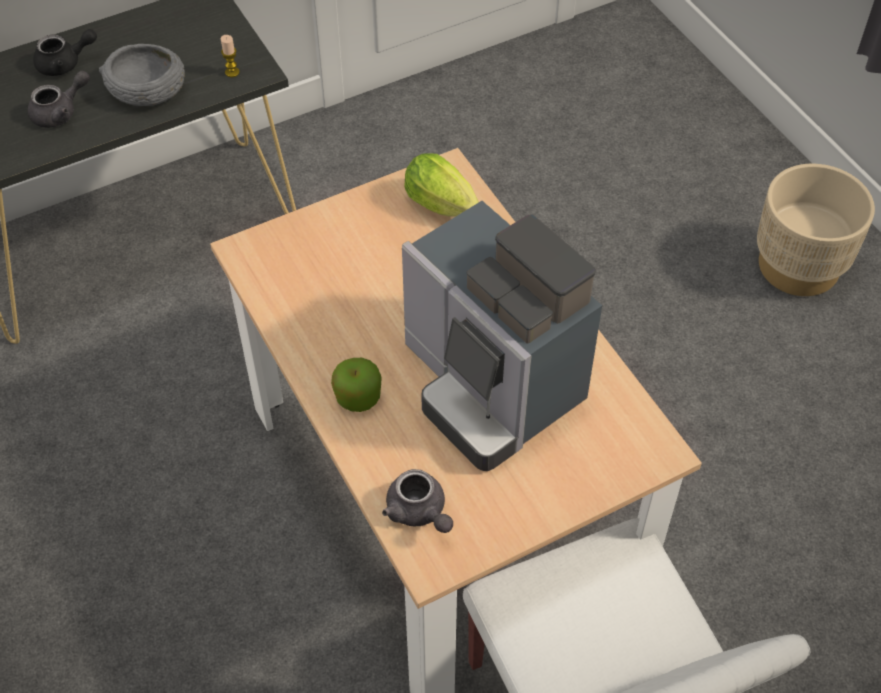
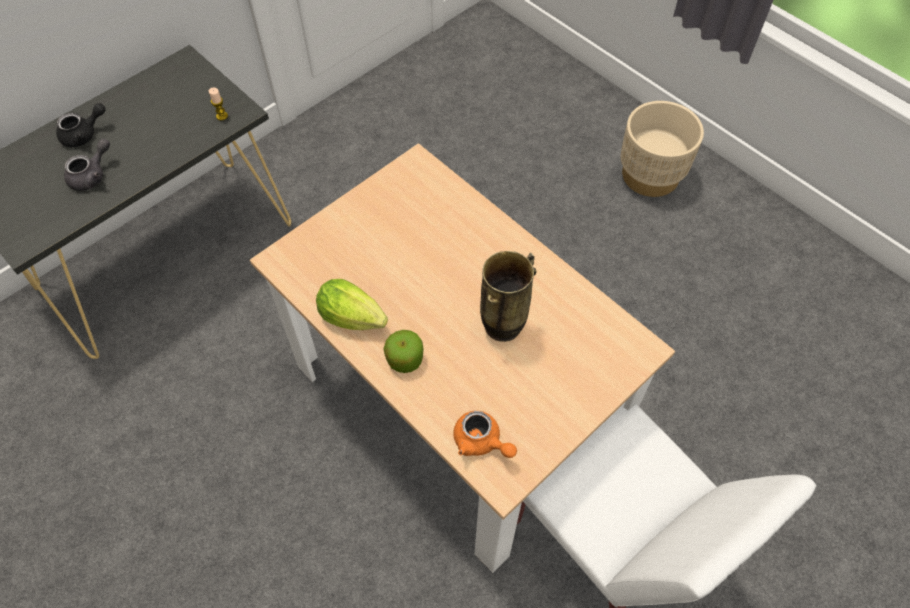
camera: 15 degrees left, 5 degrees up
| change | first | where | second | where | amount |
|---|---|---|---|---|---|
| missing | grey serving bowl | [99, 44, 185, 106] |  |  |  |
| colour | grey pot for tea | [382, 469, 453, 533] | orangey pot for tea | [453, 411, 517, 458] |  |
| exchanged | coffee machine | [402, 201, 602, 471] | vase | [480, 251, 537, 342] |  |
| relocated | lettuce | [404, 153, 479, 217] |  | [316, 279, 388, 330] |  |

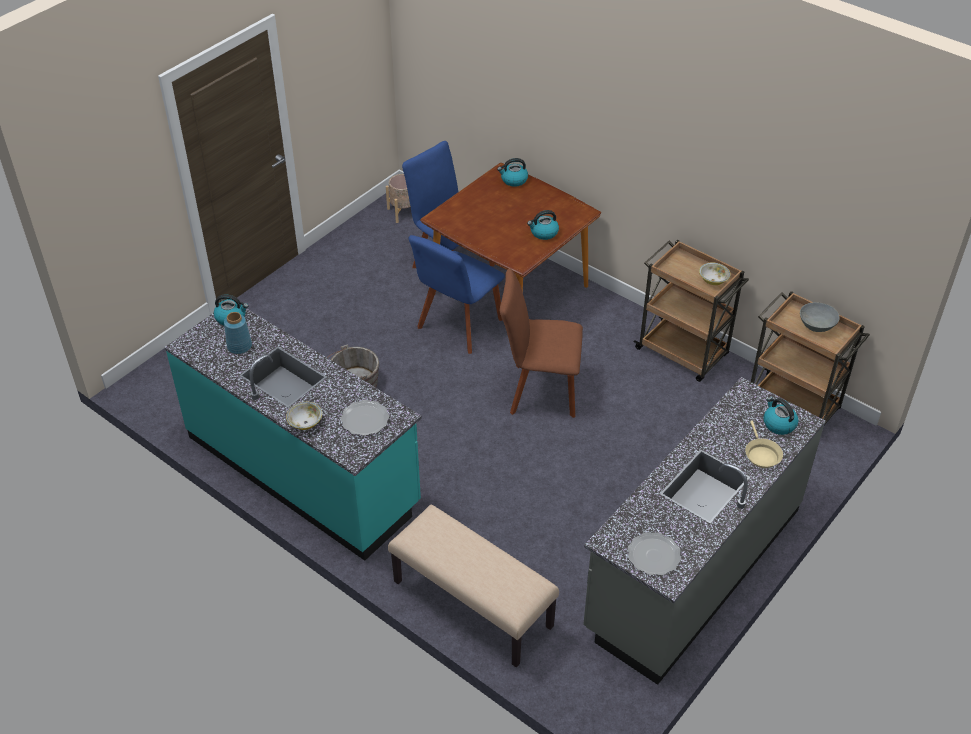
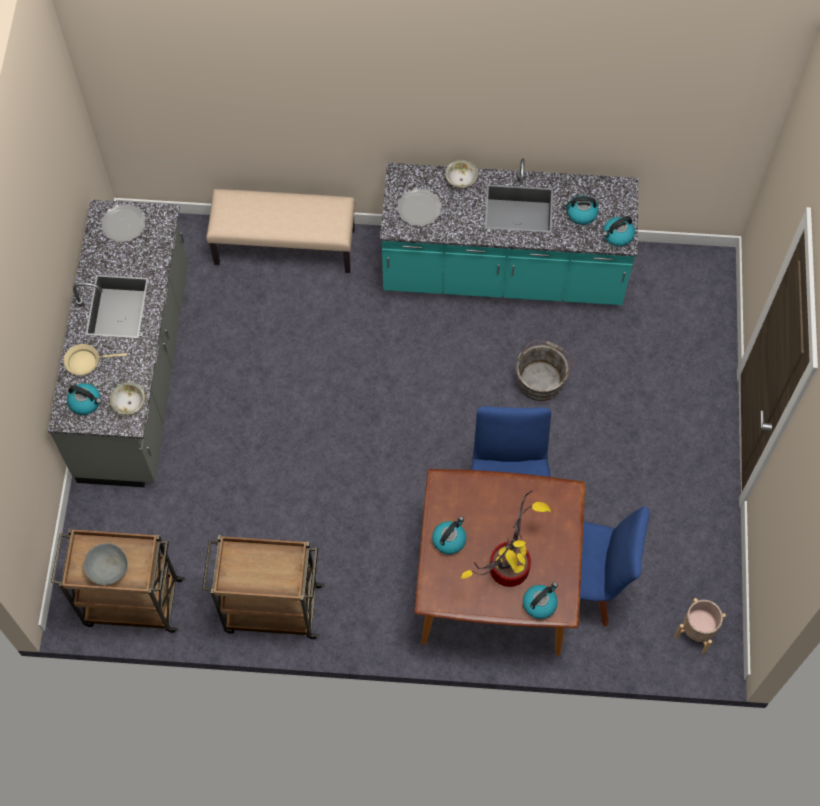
camera: 145 degrees right, 20 degrees up
| change | first | where | second | where | amount |
|---|---|---|---|---|---|
| exchanged | blue vase | [224, 312, 252, 354] | tea kettle | [563, 195, 599, 225] |  |
| missing | brownish upright chair | [500, 269, 583, 418] |  |  |  |
| relocated | serving bowl | [699, 263, 731, 285] |  | [110, 382, 145, 415] |  |
| spun | sand-coloured pan | [745, 421, 783, 468] |  | [64, 344, 127, 375] | 60 degrees counterclockwise |
| appeared |  |  | plant in a pot | [460, 490, 551, 587] |  |

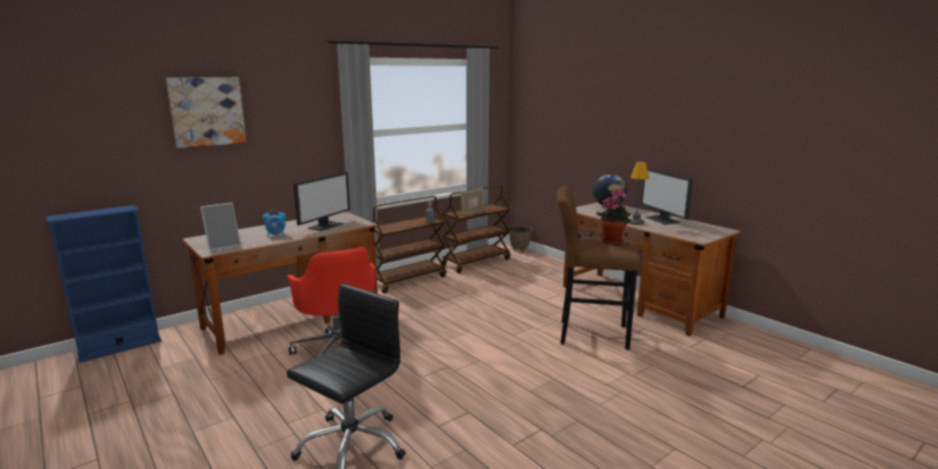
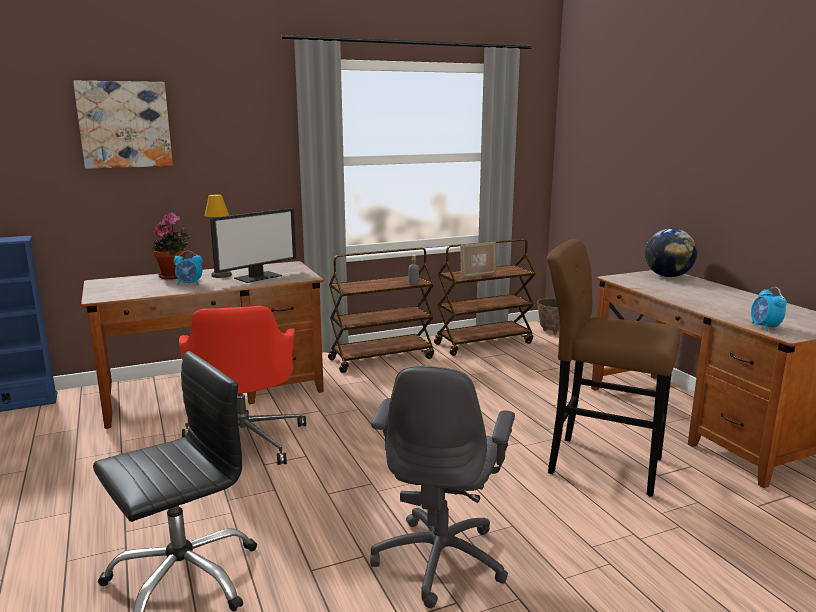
camera: 15 degrees right, 0 degrees up
| change | first | where | second | where | amount |
|---|---|---|---|---|---|
| missing | photo frame | [200, 203, 241, 251] |  |  |  |
| relocated | plant in a pot | [596, 188, 631, 245] |  | [152, 213, 190, 279] |  |
| relocated | tabletop lamp | [629, 162, 649, 225] |  | [204, 195, 232, 278] |  |
| missing | monitor | [641, 168, 693, 225] |  |  |  |
| appeared |  |  | grey office chair | [371, 366, 515, 608] |  |
| appeared |  |  | bedside clock | [751, 287, 787, 331] |  |

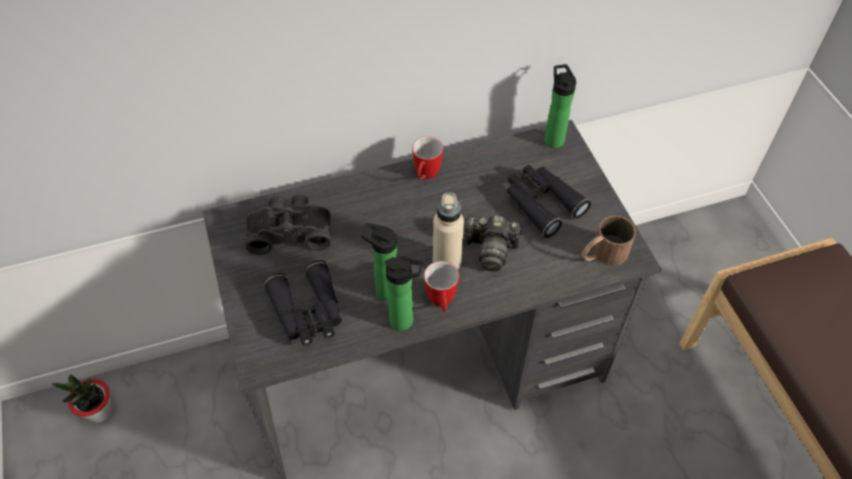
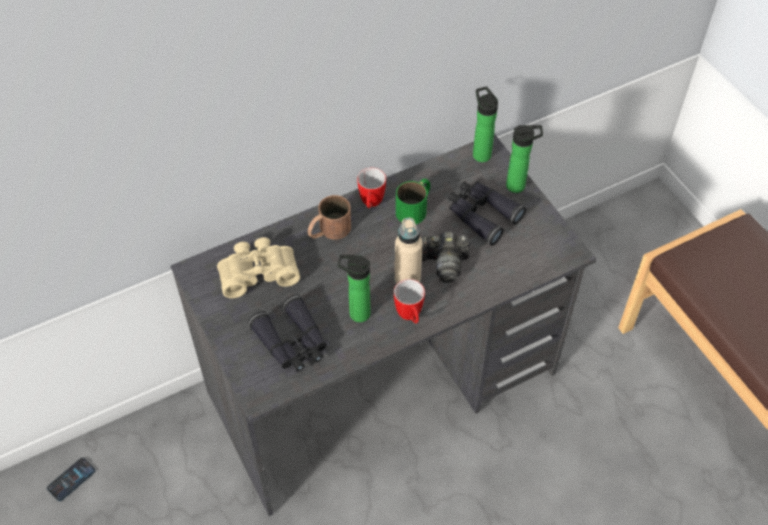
camera: 10 degrees left, 0 degrees up
| change | first | where | second | where | amount |
|---|---|---|---|---|---|
| exchanged | plant in a pot | [52, 374, 112, 423] | handset | [47, 458, 95, 501] |  |
| colour | black-coloured field glasses | [245, 194, 331, 255] | sand-coloured field glasses | [217, 237, 300, 298] |  |
| relocated | bottle | [385, 257, 422, 331] |  | [506, 125, 543, 193] |  |
| relocated | brownish tea mug | [582, 216, 636, 266] |  | [308, 195, 351, 239] |  |
| appeared |  |  | green tea mug | [396, 179, 430, 224] |  |

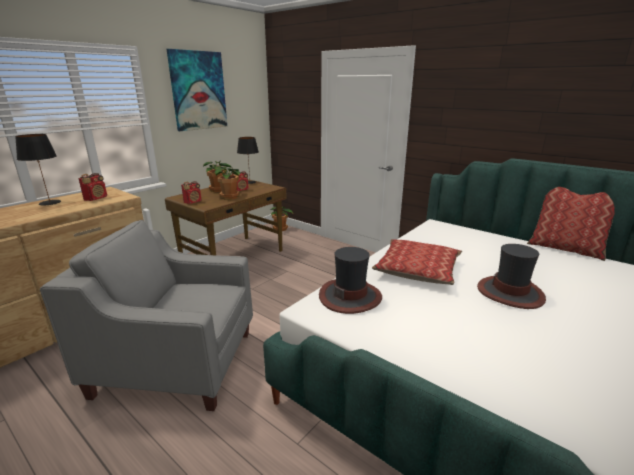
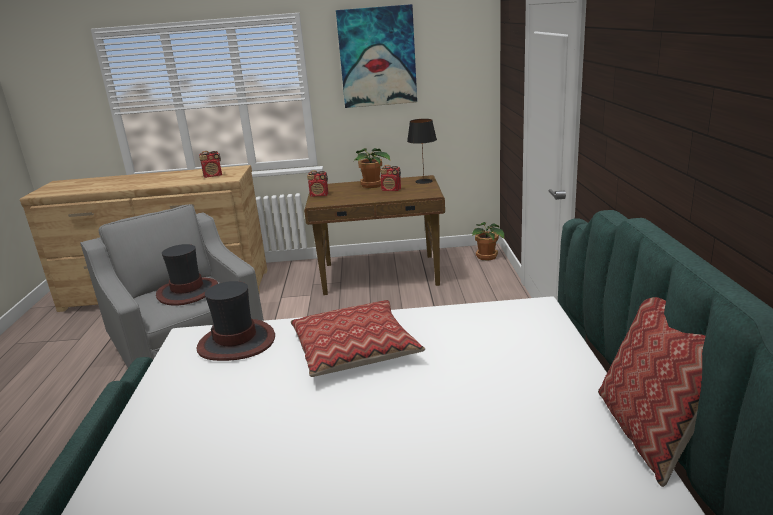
camera: 50 degrees right, 0 degrees up
| change | first | where | second | where | amount |
|---|---|---|---|---|---|
| missing | black-coloured tabletop lamp | [15, 134, 61, 205] |  |  |  |
| missing | plant in a pot | [215, 166, 240, 200] |  |  |  |
| relocated | hat | [477, 244, 546, 309] |  | [156, 244, 218, 306] |  |

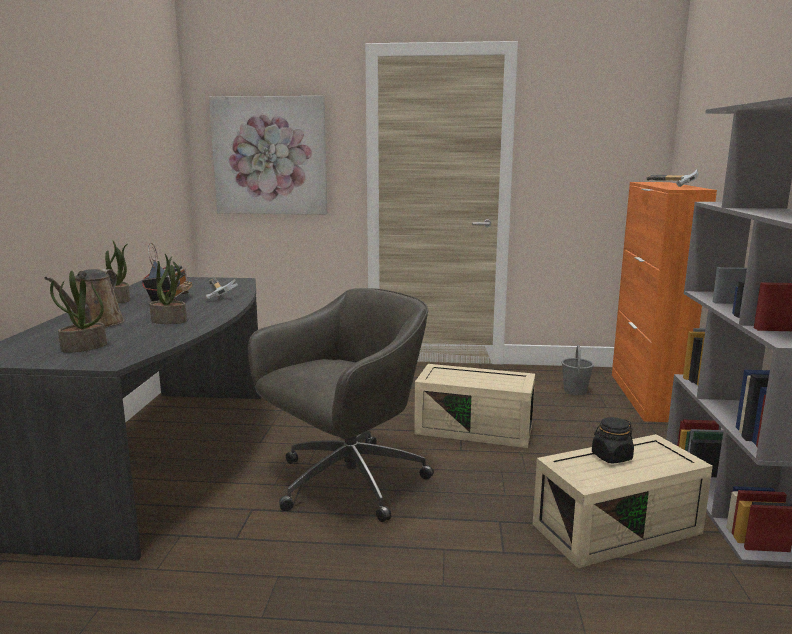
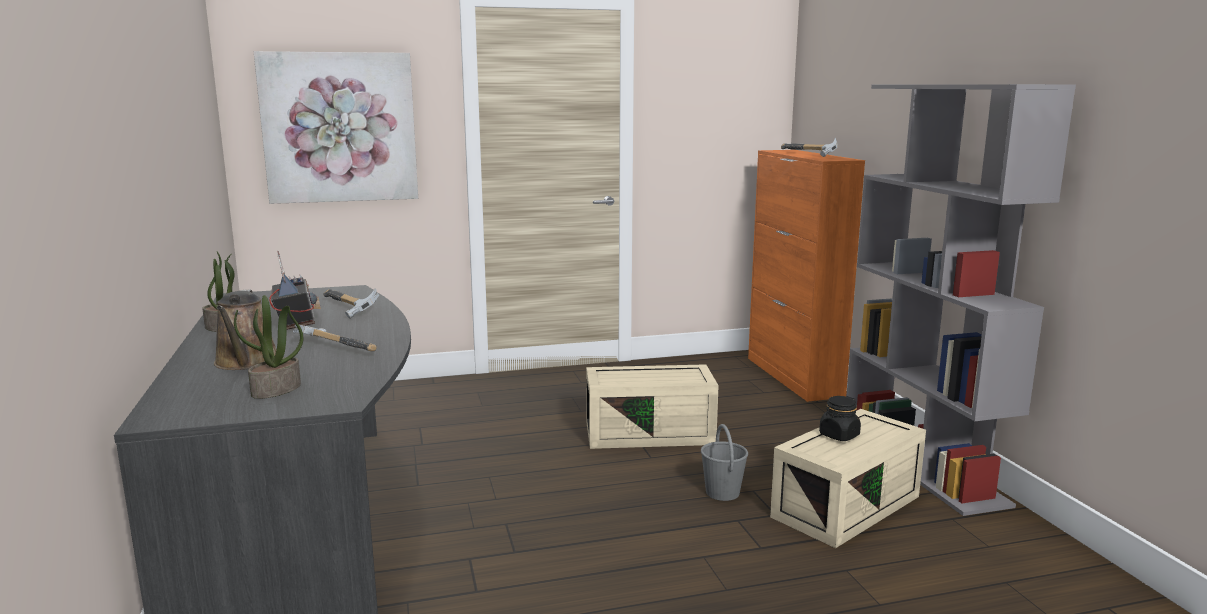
camera: 20 degrees left, 0 degrees up
| change | first | where | second | where | amount |
|---|---|---|---|---|---|
| exchanged | plant in a pot | [149, 254, 187, 324] | hand hammer | [293, 325, 377, 351] |  |
| missing | grey office chair | [248, 288, 434, 522] |  |  |  |
| relocated | grey water bucket | [561, 345, 594, 395] |  | [701, 424, 748, 501] |  |

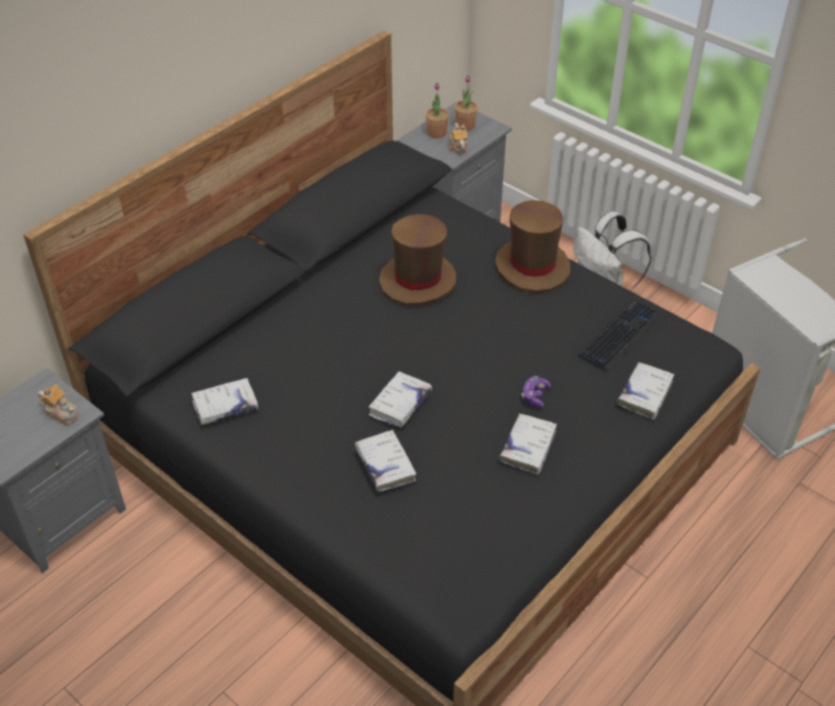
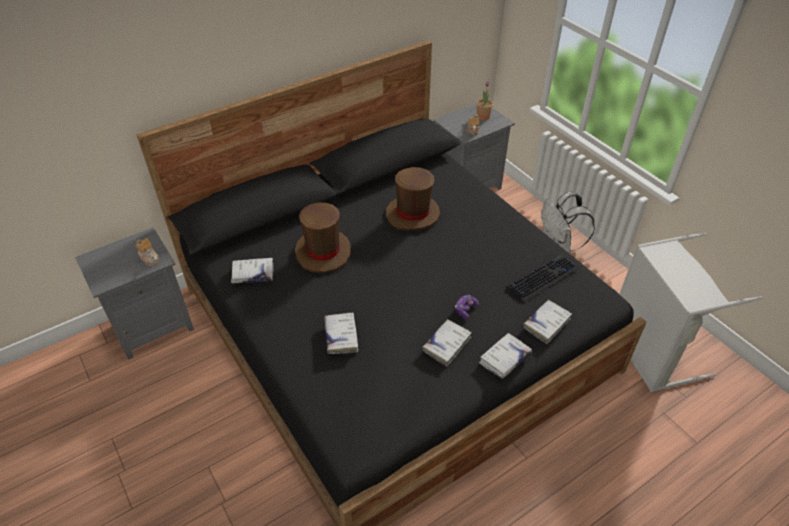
camera: 15 degrees right, 0 degrees up
| change | first | where | second | where | amount |
|---|---|---|---|---|---|
| relocated | whitish volume | [368, 371, 432, 428] |  | [479, 333, 532, 379] |  |
| missing | plant in a pot | [426, 83, 449, 138] |  |  |  |
| relocated | brownish hat | [495, 200, 570, 293] |  | [295, 202, 351, 273] |  |

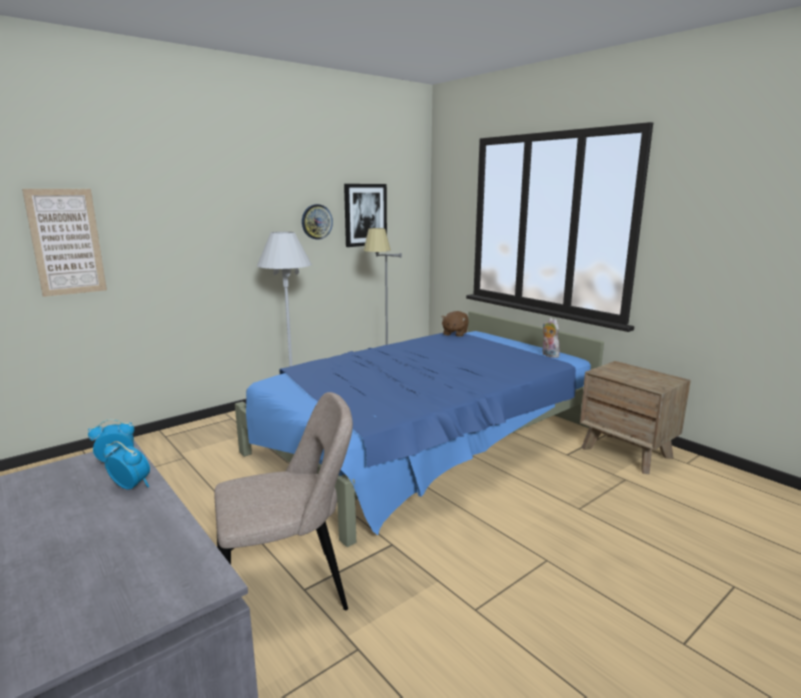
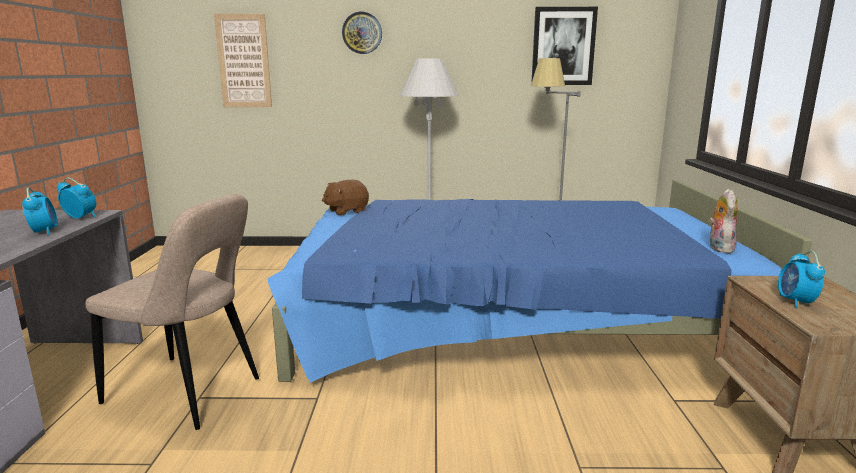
camera: 40 degrees right, 0 degrees up
| change | first | where | second | where | amount |
|---|---|---|---|---|---|
| relocated | wall clock | [302, 204, 333, 240] |  | [342, 12, 382, 54] |  |
| relocated | brownish cuddly toy | [441, 311, 469, 337] |  | [322, 180, 369, 215] |  |
| appeared |  |  | bedside clock | [778, 251, 825, 308] |  |

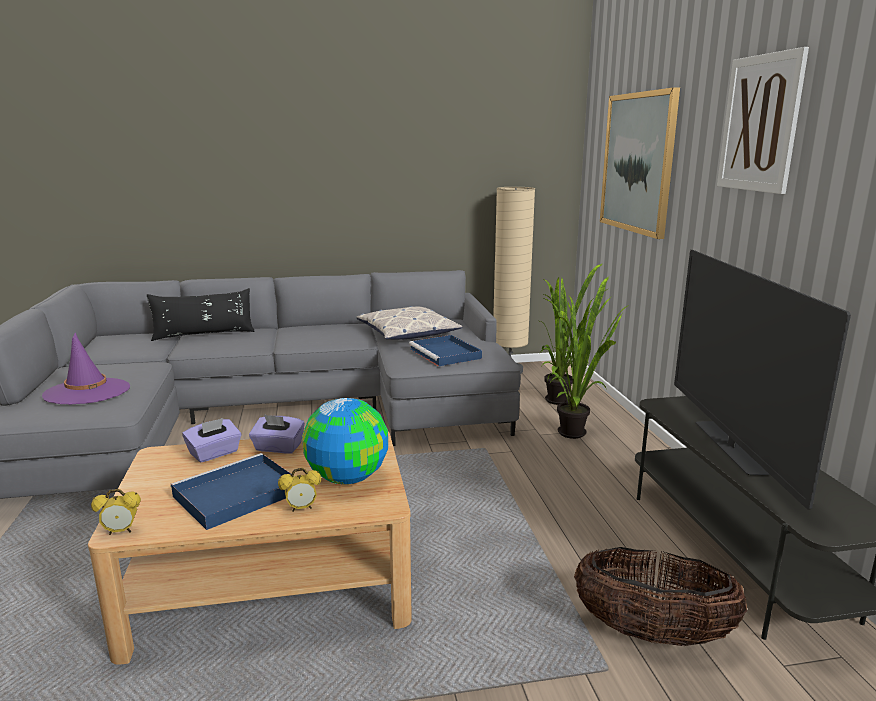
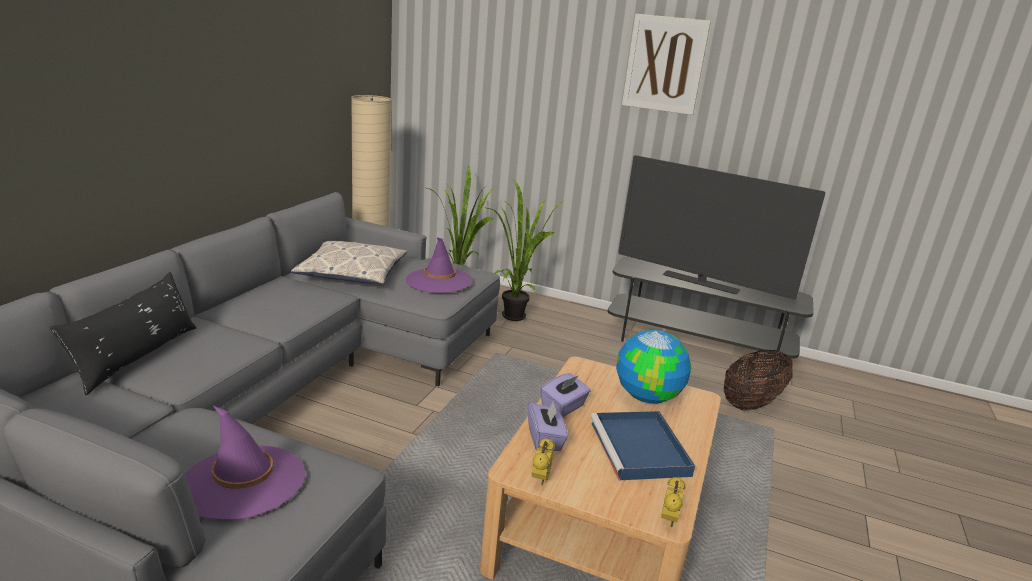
camera: 60 degrees left, 5 degrees up
| change | first | where | second | where | amount |
|---|---|---|---|---|---|
| relocated | bedside clock | [278, 468, 321, 512] |  | [532, 438, 555, 485] |  |
| exchanged | blue serving tray | [409, 335, 482, 367] | purplish hat | [406, 238, 473, 293] |  |
| missing | wall art | [600, 87, 680, 239] |  |  |  |

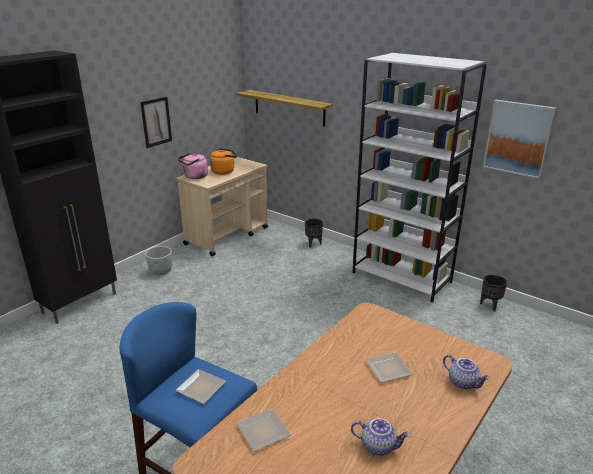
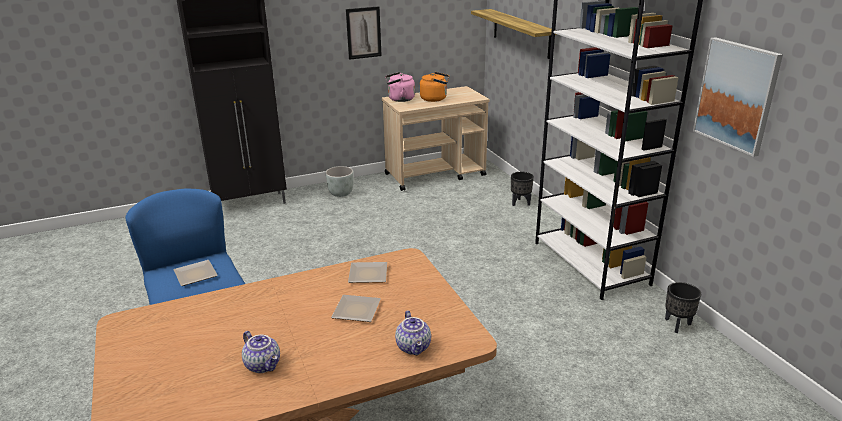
camera: 30 degrees right, 0 degrees up
| change | first | where | second | where | amount |
|---|---|---|---|---|---|
| relocated | dinner plate | [236, 408, 291, 452] |  | [348, 262, 387, 283] |  |

